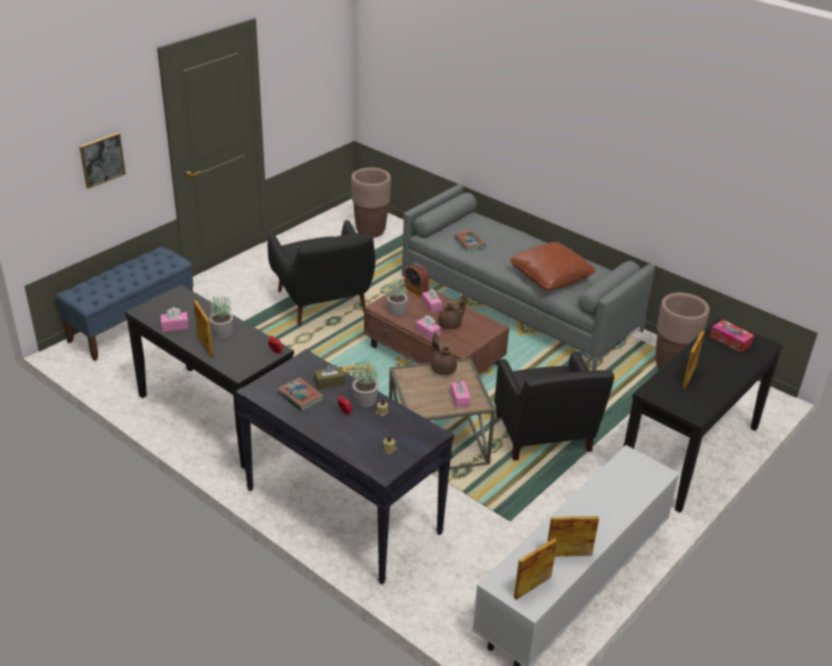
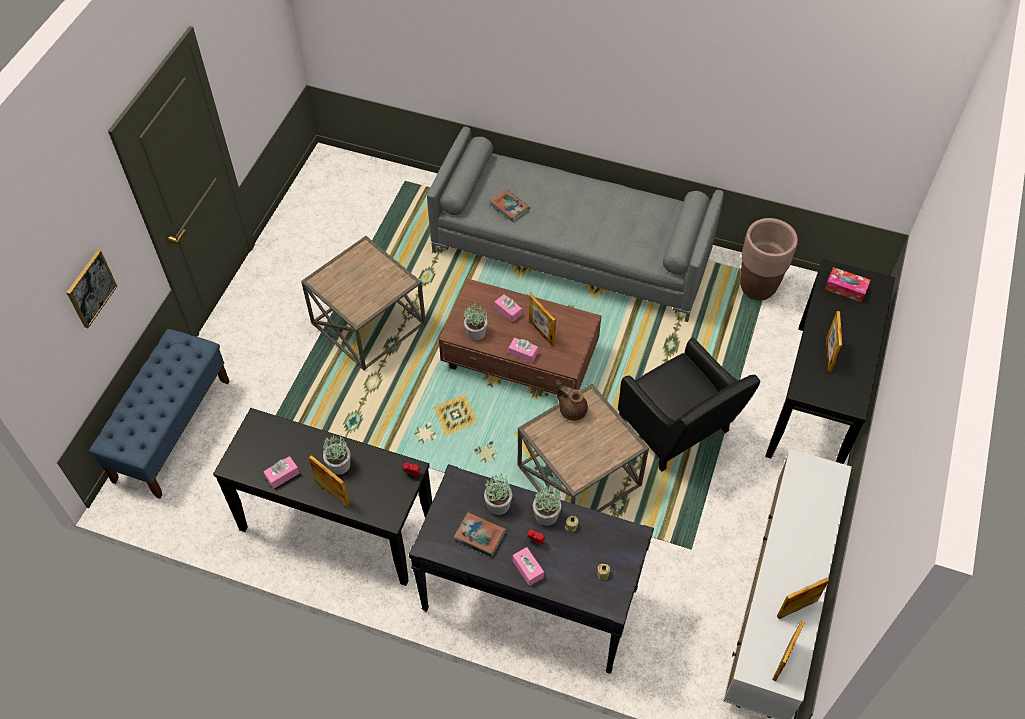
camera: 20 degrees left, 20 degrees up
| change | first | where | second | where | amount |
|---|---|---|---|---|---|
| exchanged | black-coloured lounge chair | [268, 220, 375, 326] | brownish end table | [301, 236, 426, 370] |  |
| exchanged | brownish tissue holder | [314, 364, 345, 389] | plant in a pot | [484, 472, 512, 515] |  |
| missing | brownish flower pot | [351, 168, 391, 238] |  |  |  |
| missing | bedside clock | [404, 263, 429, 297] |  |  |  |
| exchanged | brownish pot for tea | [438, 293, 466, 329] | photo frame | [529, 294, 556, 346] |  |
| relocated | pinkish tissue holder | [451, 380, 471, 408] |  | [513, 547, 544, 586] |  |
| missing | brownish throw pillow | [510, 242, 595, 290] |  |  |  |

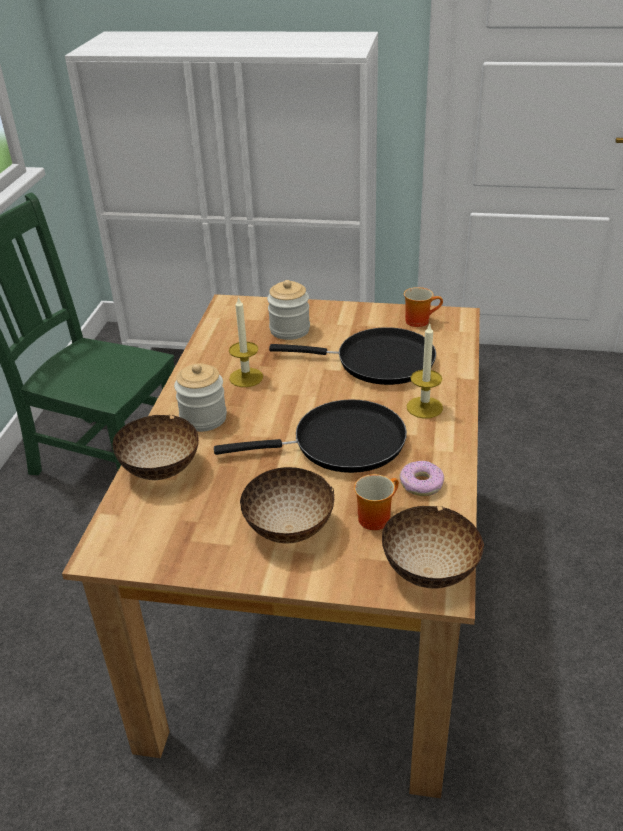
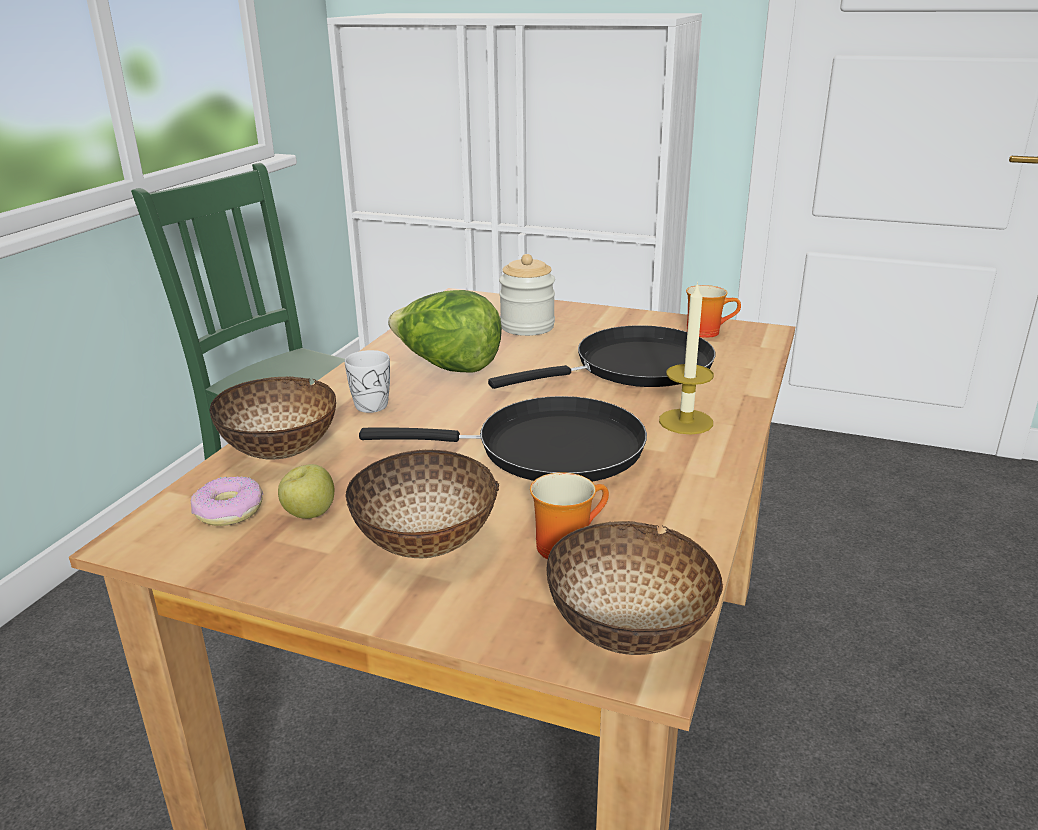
camera: 10 degrees right, 10 degrees down
| change | first | where | second | where | amount |
|---|---|---|---|---|---|
| exchanged | preserve jar | [174, 363, 227, 432] | whitish tea mug | [345, 350, 390, 413] |  |
| exchanged | wax candle | [229, 296, 263, 387] | lettuce | [388, 290, 502, 373] |  |
| spun | black-coloured pan | [269, 327, 436, 385] |  | [488, 325, 716, 389] | 45 degrees counterclockwise |
| relocated | doughnut | [399, 461, 444, 496] |  | [191, 476, 263, 526] |  |
| appeared |  |  | apple | [278, 464, 334, 519] |  |

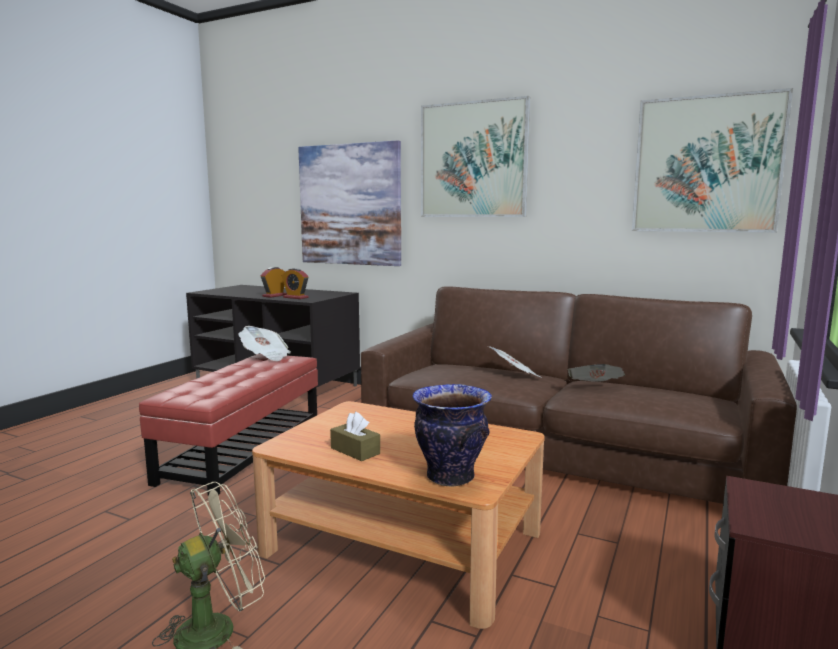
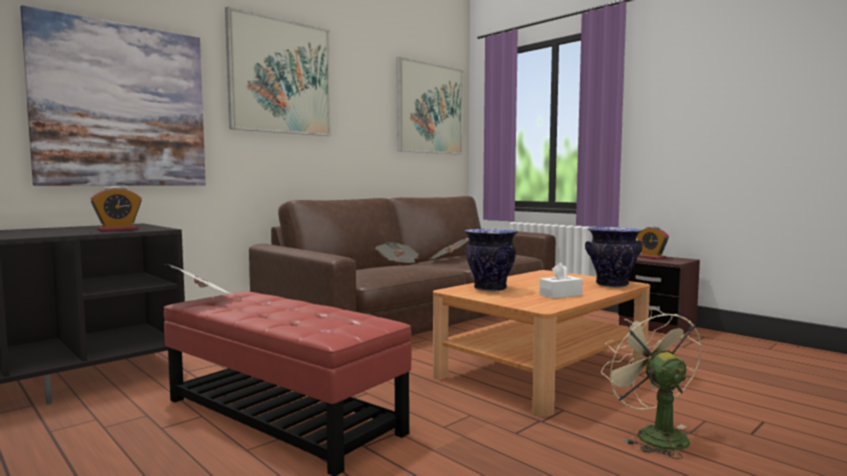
camera: 70 degrees left, 5 degrees down
| change | first | where | second | where | amount |
|---|---|---|---|---|---|
| relocated | bedside clock | [261, 267, 287, 298] |  | [637, 227, 669, 260] |  |
| colour | brownish tissue holder | [330, 412, 380, 461] | whitish tissue holder | [539, 262, 583, 299] |  |
| appeared |  |  | vase | [464, 229, 518, 291] |  |

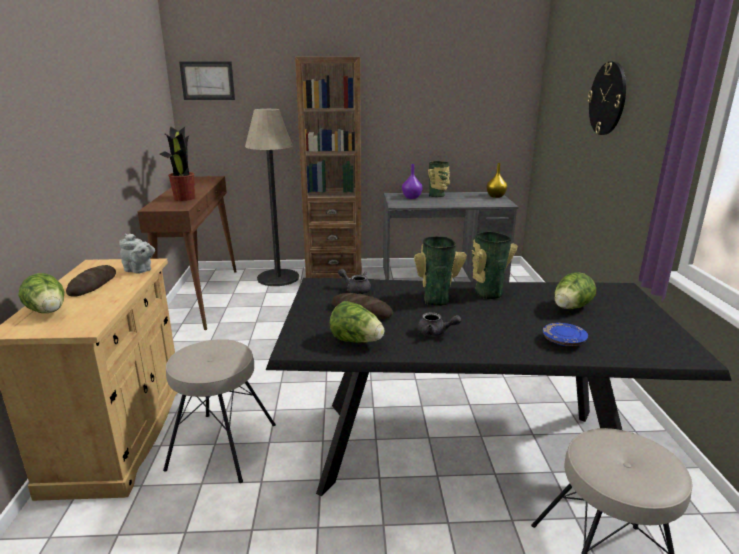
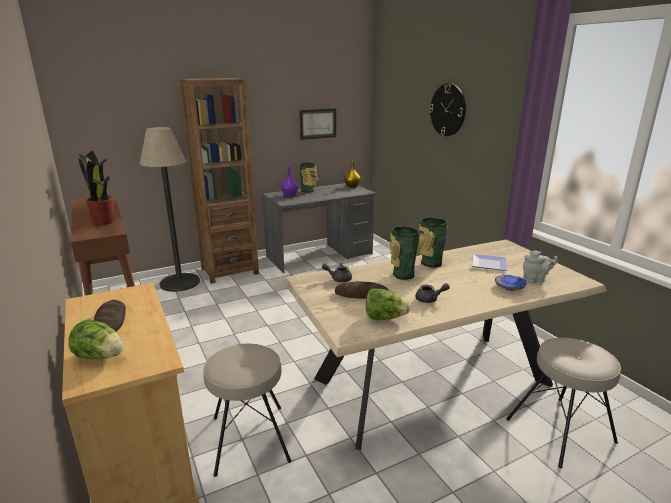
camera: 25 degrees left, 0 degrees up
| change | first | where | second | where | amount |
|---|---|---|---|---|---|
| relocated | grey pot for tea | [119, 234, 155, 273] |  | [523, 251, 558, 283] |  |
| relocated | wall art | [179, 62, 235, 100] |  | [299, 108, 336, 140] |  |
| colour | black-coloured kitchen table | [266, 278, 732, 497] | sand-coloured kitchen table | [283, 240, 607, 450] |  |
| exchanged | lettuce | [554, 272, 596, 309] | dinner plate | [472, 254, 507, 271] |  |

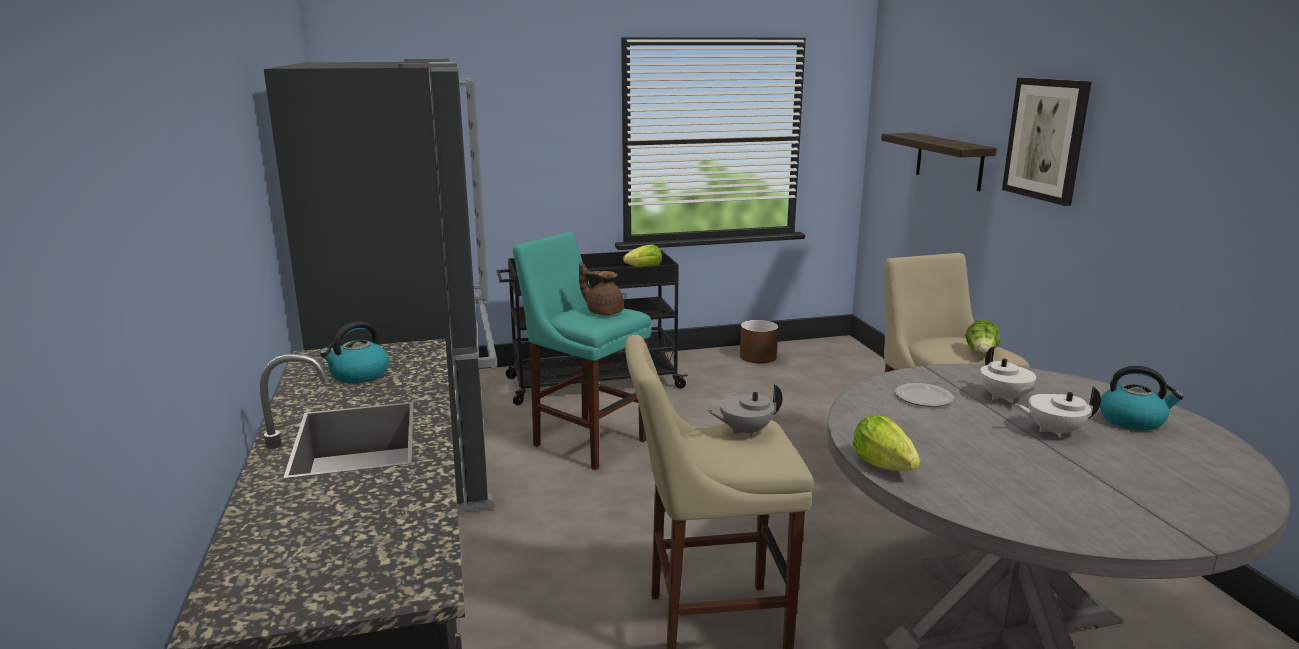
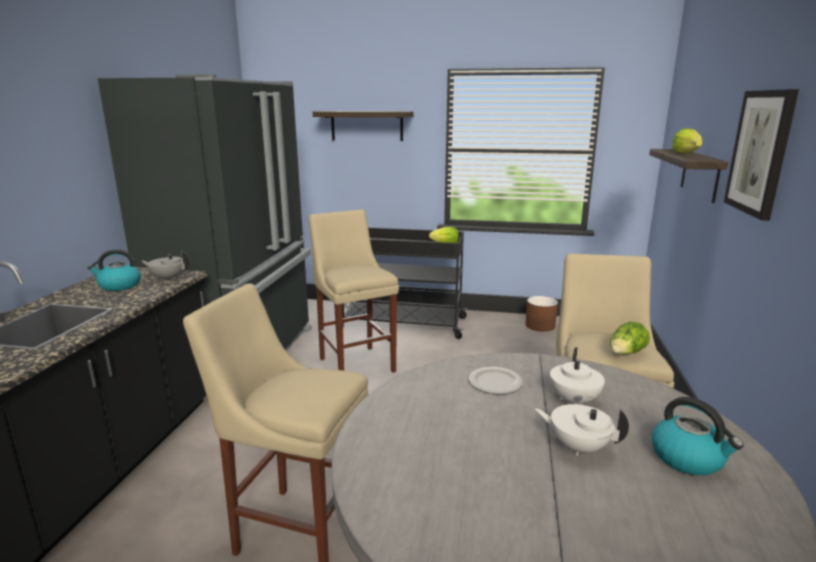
camera: 25 degrees right, 0 degrees up
| change | first | where | second | where | amount |
|---|---|---|---|---|---|
| colour | turquoise stool seat | [513, 232, 652, 470] | sand-coloured stool seat | [309, 209, 399, 373] |  |
| missing | brownish pot for tea | [579, 262, 624, 315] |  |  |  |
| relocated | grey pot for tea | [707, 384, 783, 437] |  | [141, 251, 189, 281] |  |
| relocated | lettuce | [853, 415, 921, 471] |  | [672, 128, 703, 153] |  |
| appeared |  |  | wall shelf | [313, 111, 414, 141] |  |

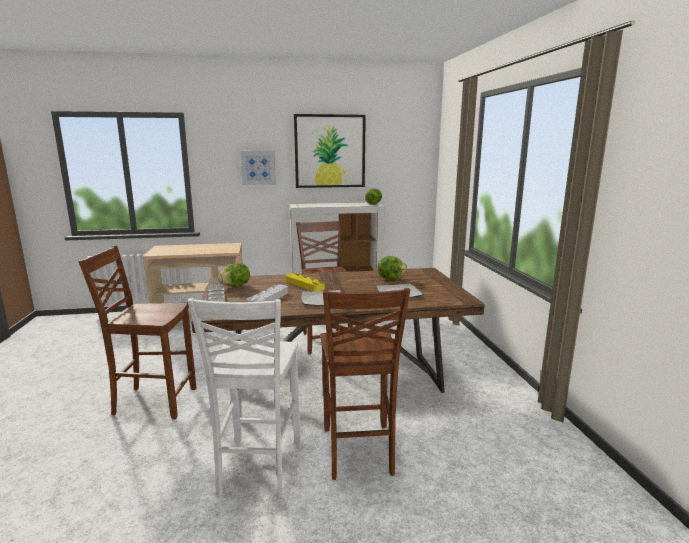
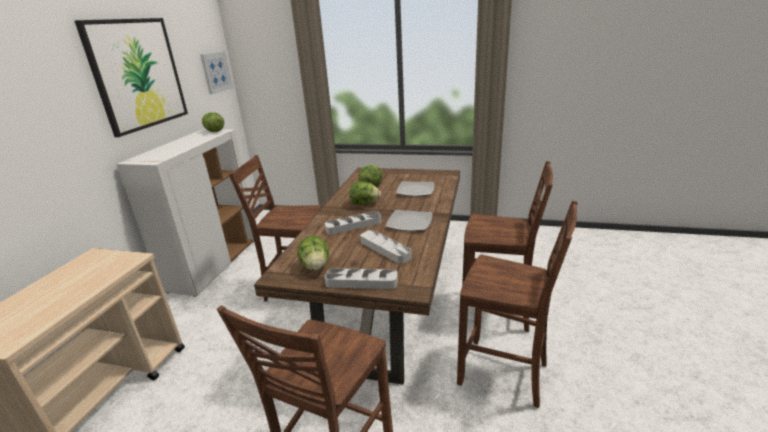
camera: 65 degrees left, 10 degrees up
| change | first | where | second | where | amount |
|---|---|---|---|---|---|
| colour | whitish upright chair | [187, 298, 301, 498] | brownish upright chair | [457, 200, 577, 408] |  |
| relocated | wall art | [240, 151, 276, 185] |  | [201, 51, 233, 94] |  |
| colour | yellow-coloured serving tray | [285, 273, 325, 291] | grey serving tray | [325, 211, 381, 235] |  |
| appeared |  |  | lettuce | [349, 181, 381, 205] |  |

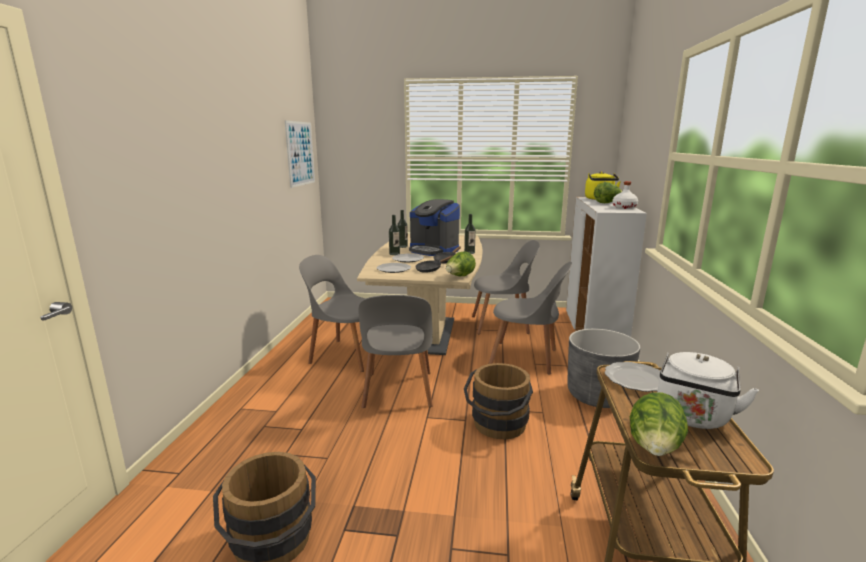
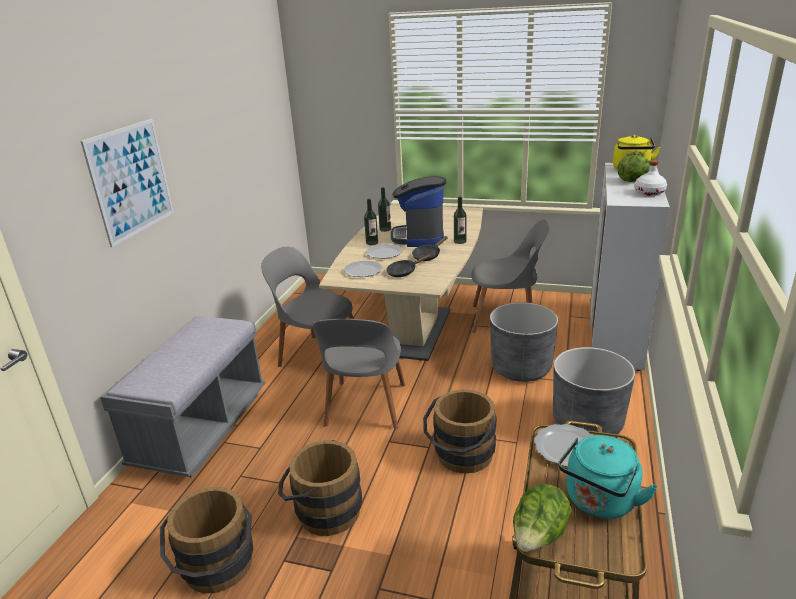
camera: 10 degrees right, 10 degrees up
| change | first | where | second | where | amount |
|---|---|---|---|---|---|
| relocated | wall art | [285, 120, 315, 188] |  | [81, 119, 174, 247] |  |
| spun | coffee machine | [409, 199, 460, 256] |  | [391, 176, 446, 247] | 45 degrees clockwise |
| missing | lettuce | [446, 252, 476, 276] |  |  |  |
| exchanged | grey upright chair | [489, 262, 572, 374] | grey flower pot | [490, 302, 558, 382] |  |
| colour | whitish tea kettle | [657, 352, 759, 429] | turquoise tea kettle | [558, 435, 658, 519] |  |
| appeared |  |  | grey indoor bench | [100, 316, 265, 478] |  |
| appeared |  |  | brownish water bucket | [278, 440, 362, 536] |  |

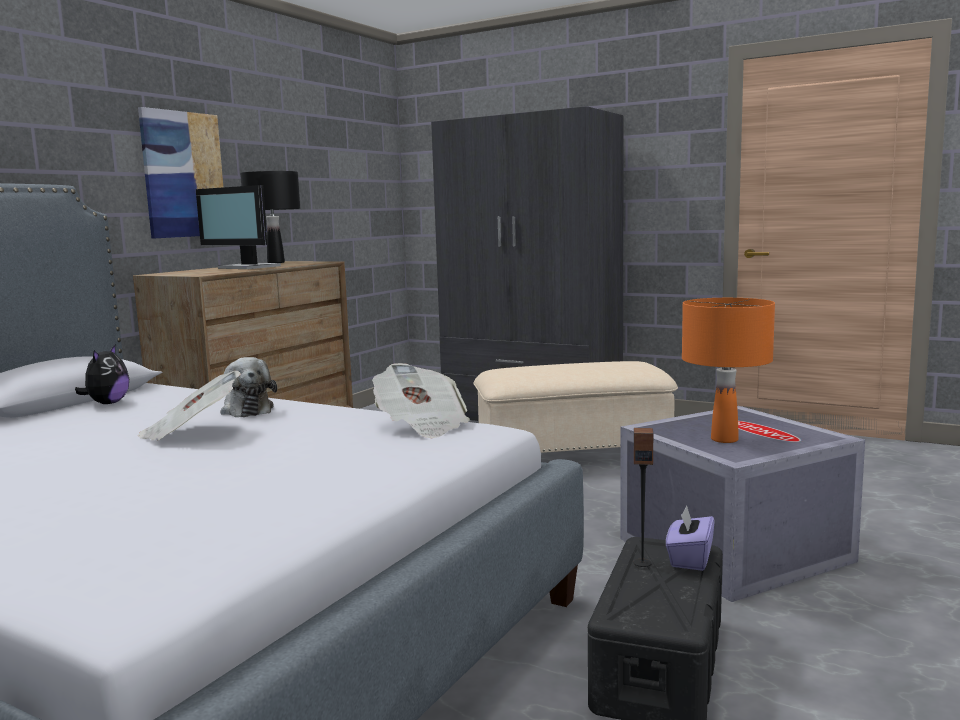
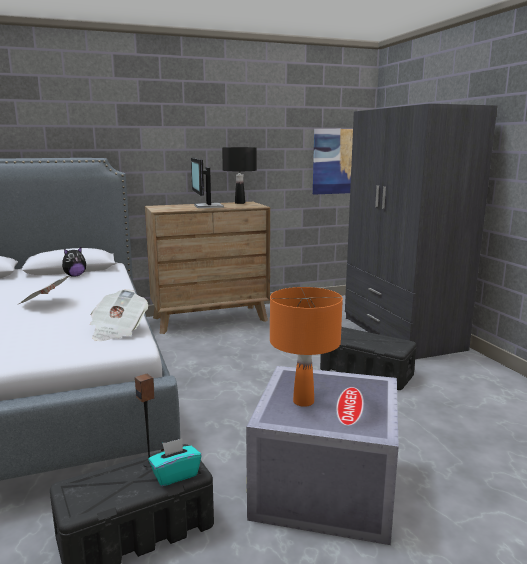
camera: 40 degrees right, 5 degrees up
| change | first | where | second | where | amount |
|---|---|---|---|---|---|
| relocated | wall art | [138, 107, 223, 238] |  | [313, 129, 353, 195] |  |
| missing | cuddly toy | [220, 357, 277, 417] |  |  |  |
| exchanged | sand-coloured ottoman | [473, 361, 678, 453] | black-coloured storage bin | [320, 327, 416, 390] |  |
| colour | purplish tissue holder | [666, 505, 715, 571] | turquoise tissue holder | [148, 438, 201, 486] |  |

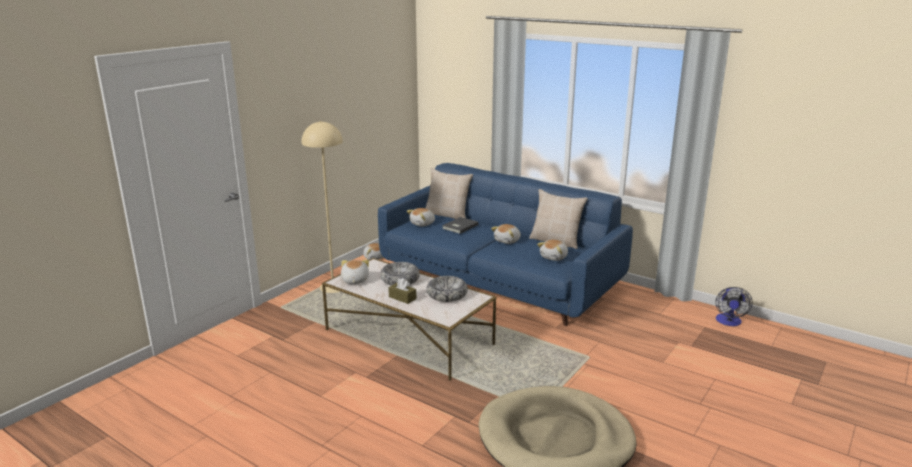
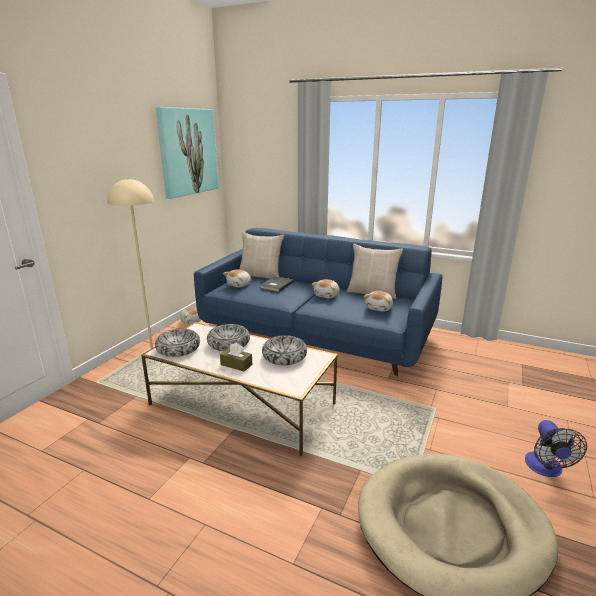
camera: 10 degrees left, 0 degrees up
| change | first | where | second | where | amount |
|---|---|---|---|---|---|
| exchanged | cuddly toy | [341, 260, 369, 284] | serving bowl | [155, 328, 200, 357] |  |
| relocated | electric fan | [715, 287, 753, 326] |  | [525, 420, 587, 477] |  |
| appeared |  |  | wall art | [156, 107, 219, 199] |  |

